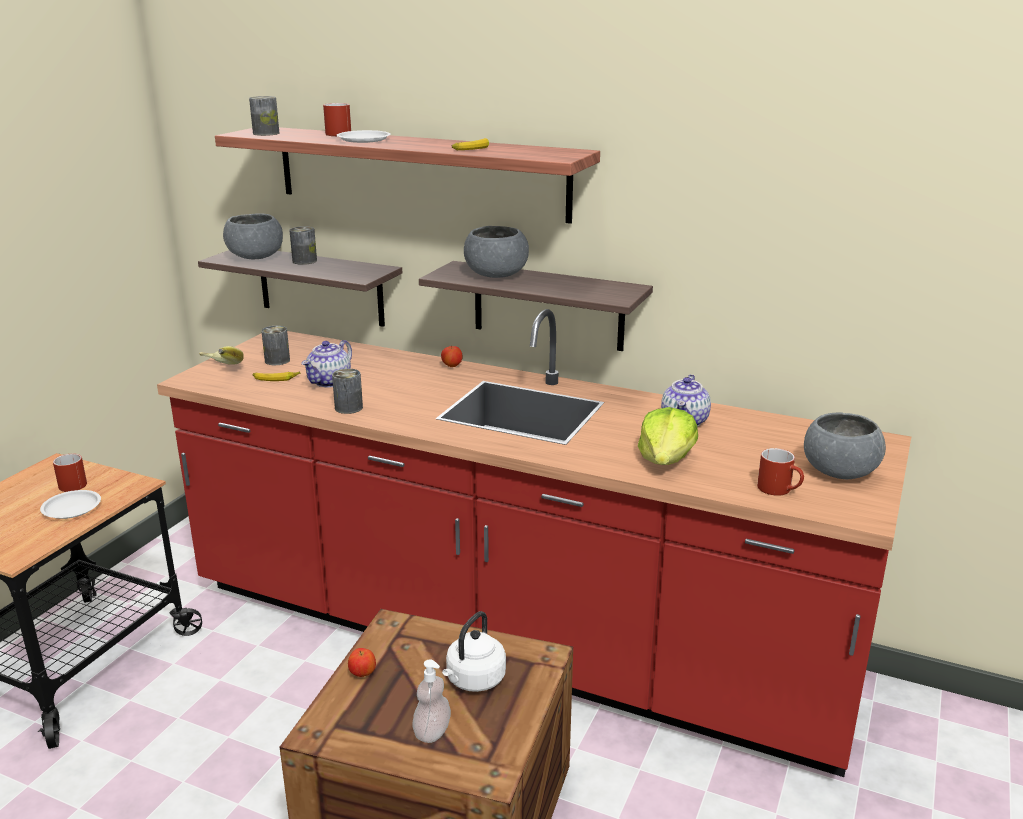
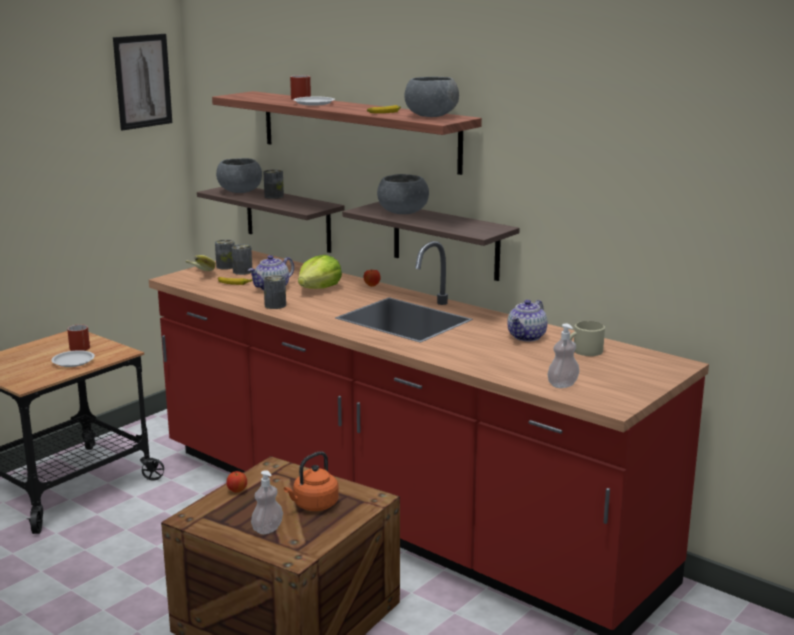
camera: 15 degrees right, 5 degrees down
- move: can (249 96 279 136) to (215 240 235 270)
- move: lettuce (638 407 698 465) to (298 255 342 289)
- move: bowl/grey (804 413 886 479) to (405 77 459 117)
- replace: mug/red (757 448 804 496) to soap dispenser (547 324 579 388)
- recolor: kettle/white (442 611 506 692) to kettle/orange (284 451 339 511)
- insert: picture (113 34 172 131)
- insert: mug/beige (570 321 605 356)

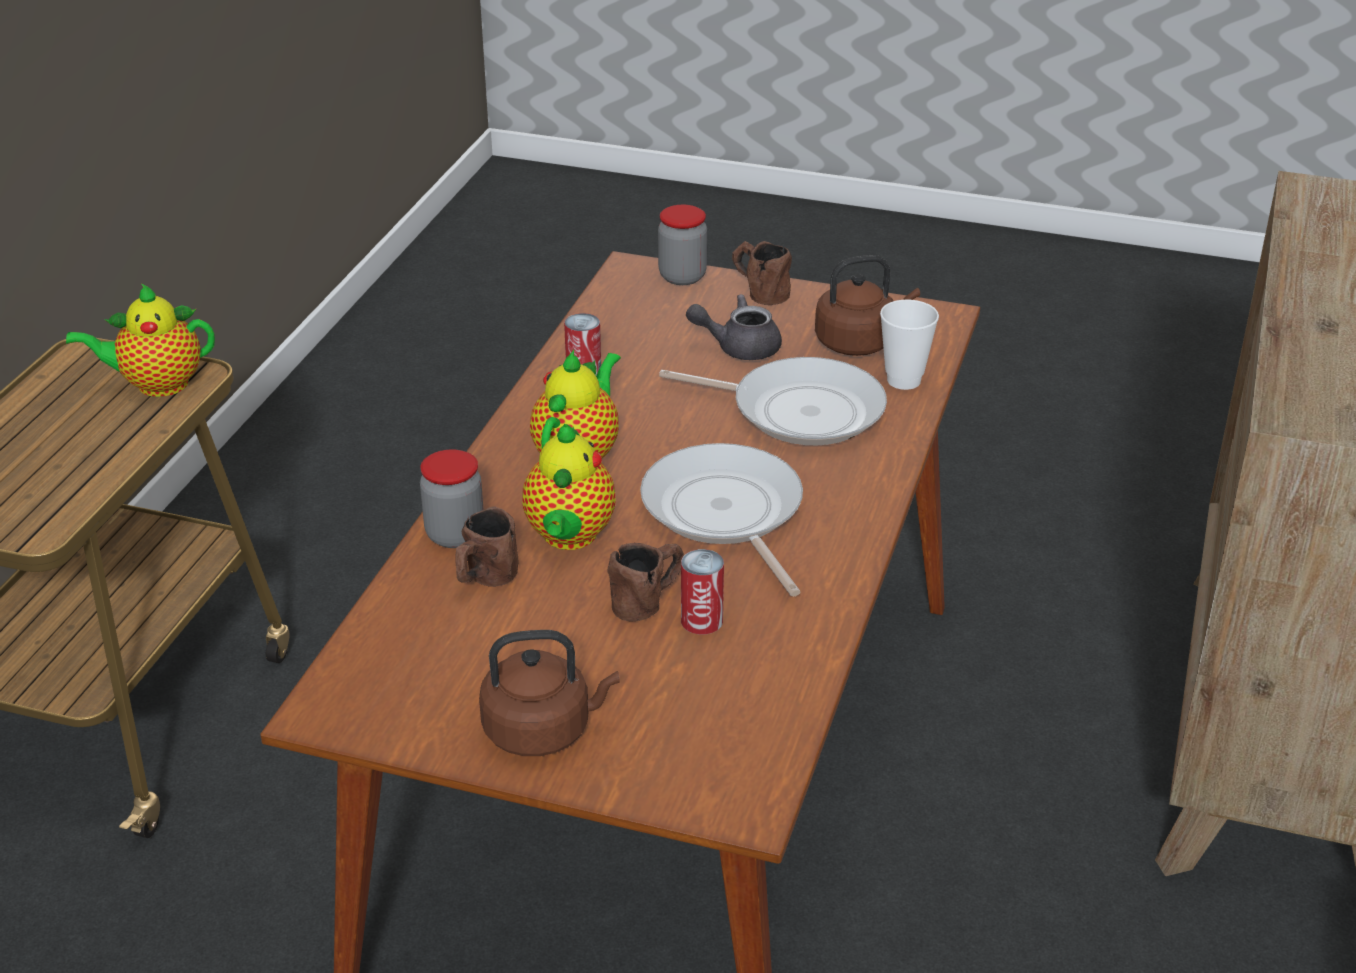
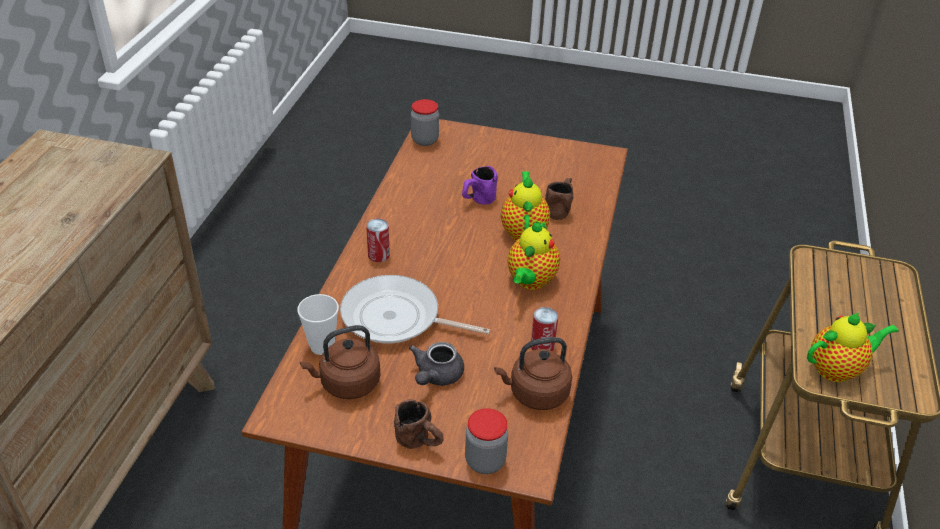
camera: 175 degrees right, 5 degrees up
- rotate: teapot/grey (686 294 782 360) = (409 342 464 386) 120 degrees clockwise
- delete: frying pan (640 443 803 596)
- move: jar (420 449 484 548) to (411 99 439 146)
- recolor: mug/brown (607 543 684 622) to mug/purple (462 166 498 205)
- move: can (681 549 724 635) to (366 219 390 262)
- move: kettle/brown (479 630 620 756) to (494 337 572 410)

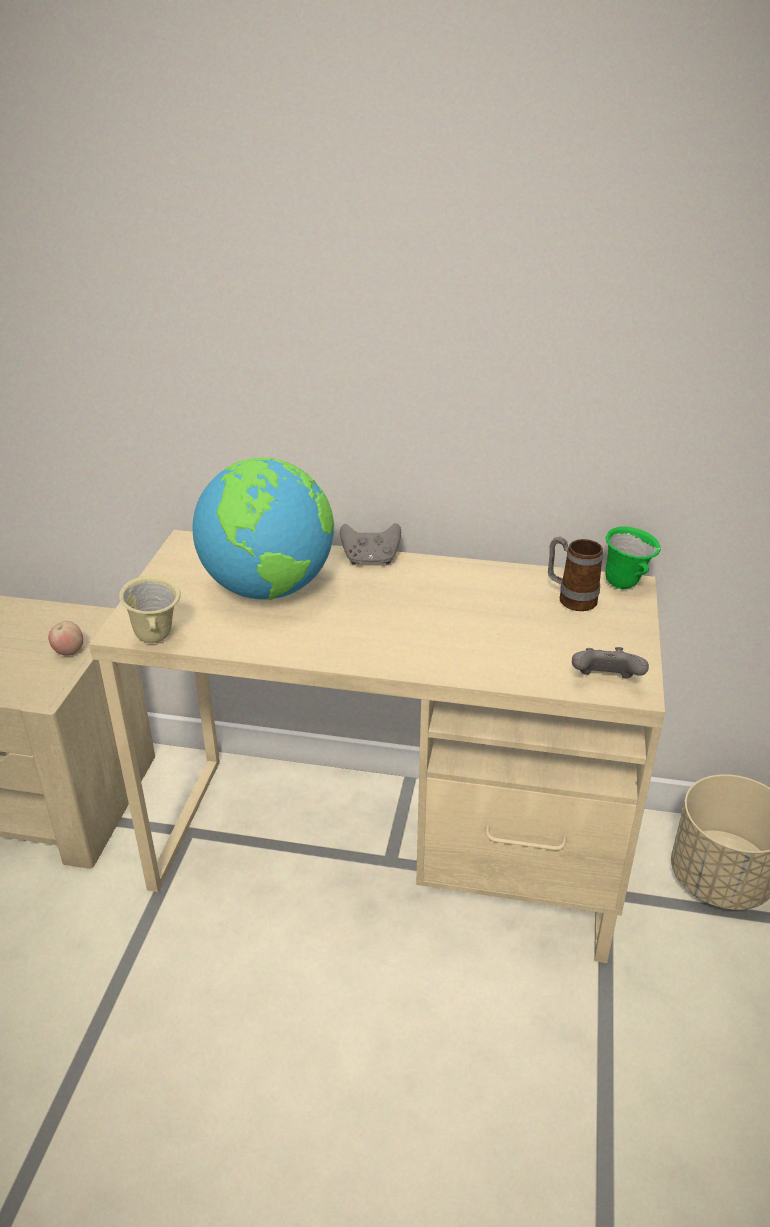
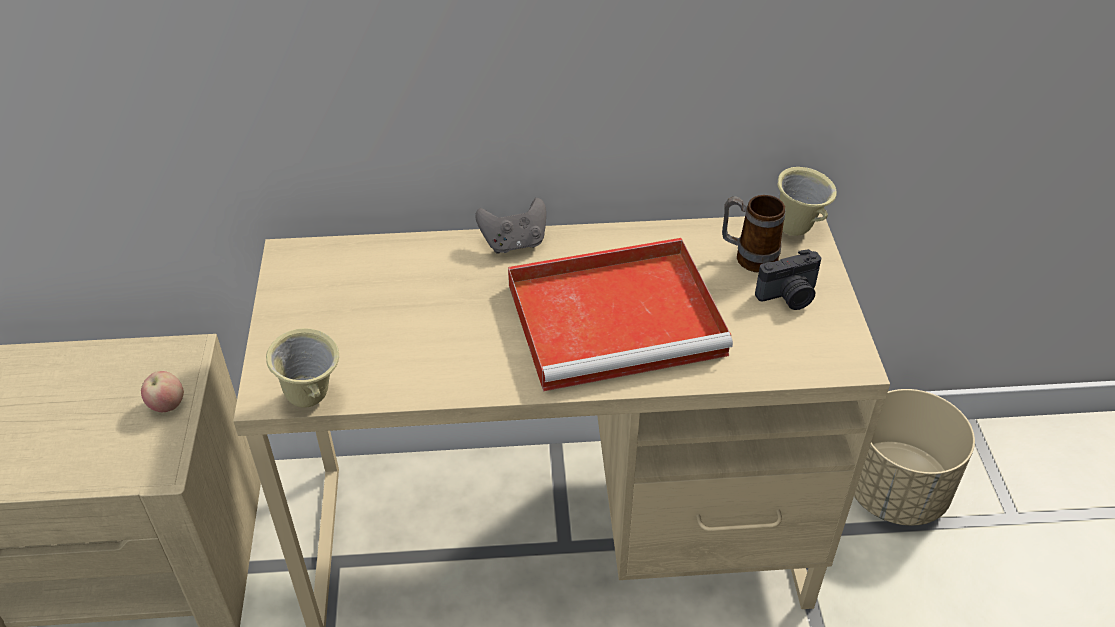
camera: 15 degrees left, 10 degrees up
- delete: globe (192 457 334 600)
- recolor: mug/green (605 527 661 589) to mug/beige (777 167 837 236)
- delete: game controller/grey (572 647 649 679)
- insert: tray/red (508 238 733 391)
- insert: photo camera (755 249 821 310)

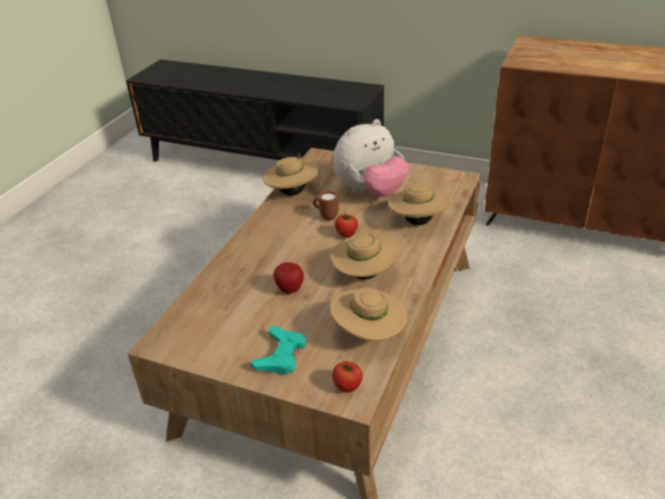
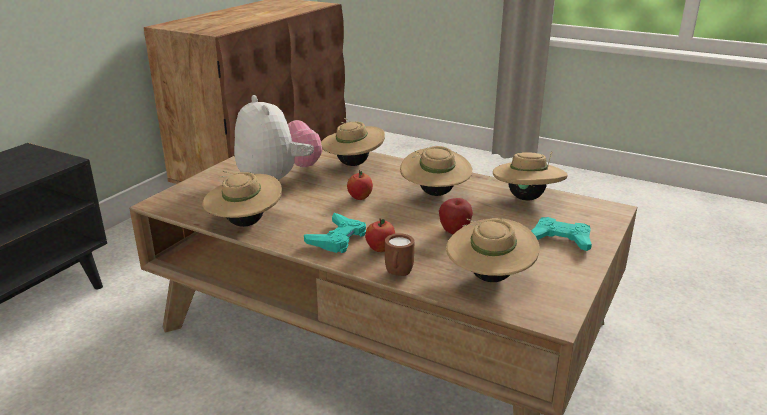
camera: 85 degrees left, 10 degrees down
- move: mug/brown (313 191 339 220) to (385 233 414 276)
- move: apple (332 361 363 393) to (365 218 395 252)
- insert: game controller/turquoise (304 213 366 253)
- insert: hat/beige (446 218 540 282)

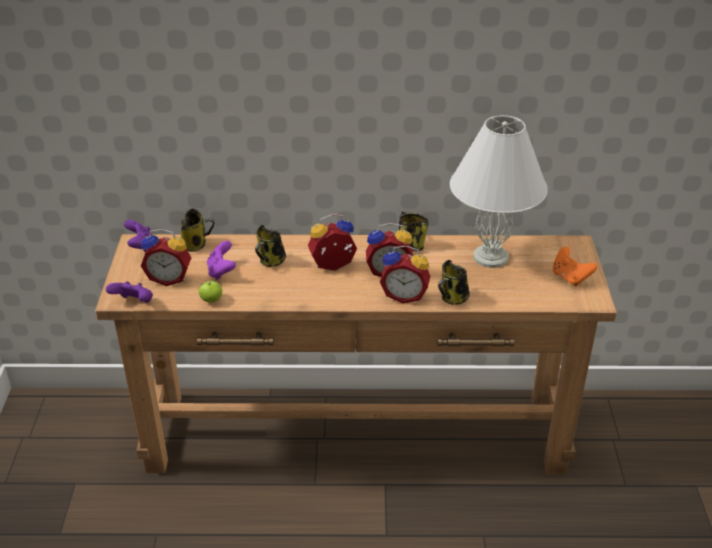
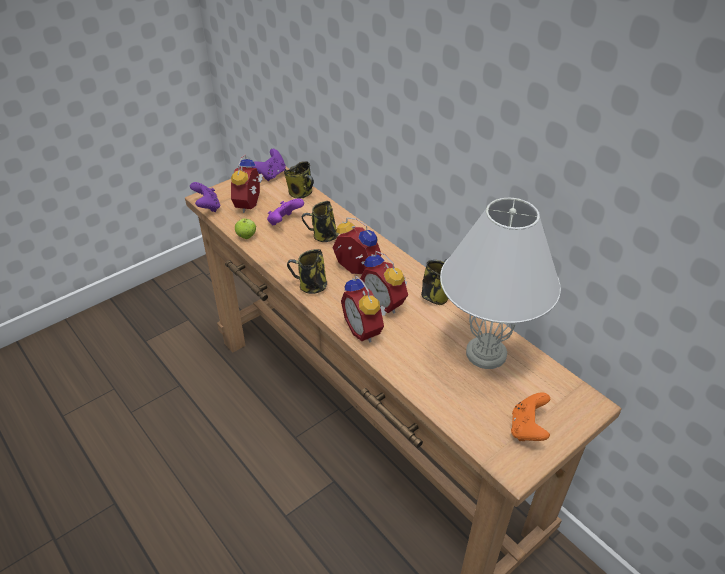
camera: 50 degrees right, 5 degrees up
- rotate: alarm clock (141 229 192 286) = (231 155 263 213) 45 degrees clockwise
- move: mug (438 260 470 305) to (287 249 327 294)

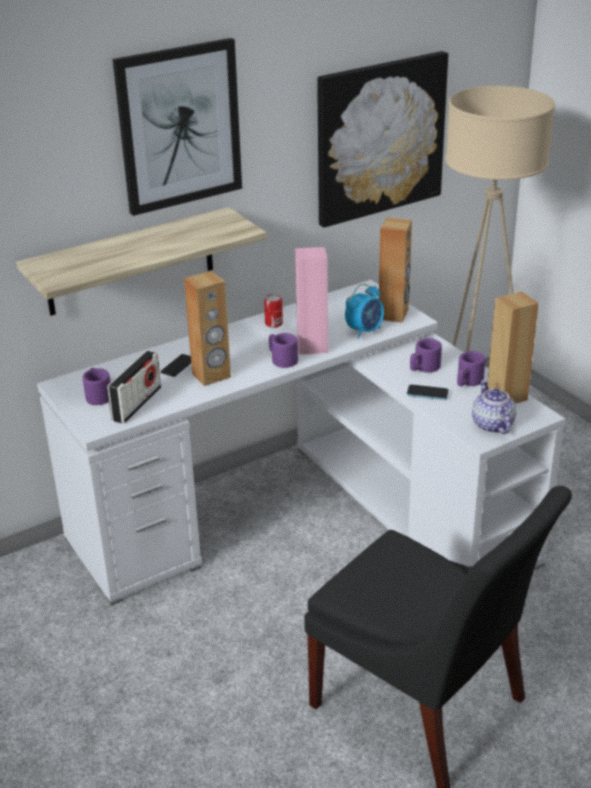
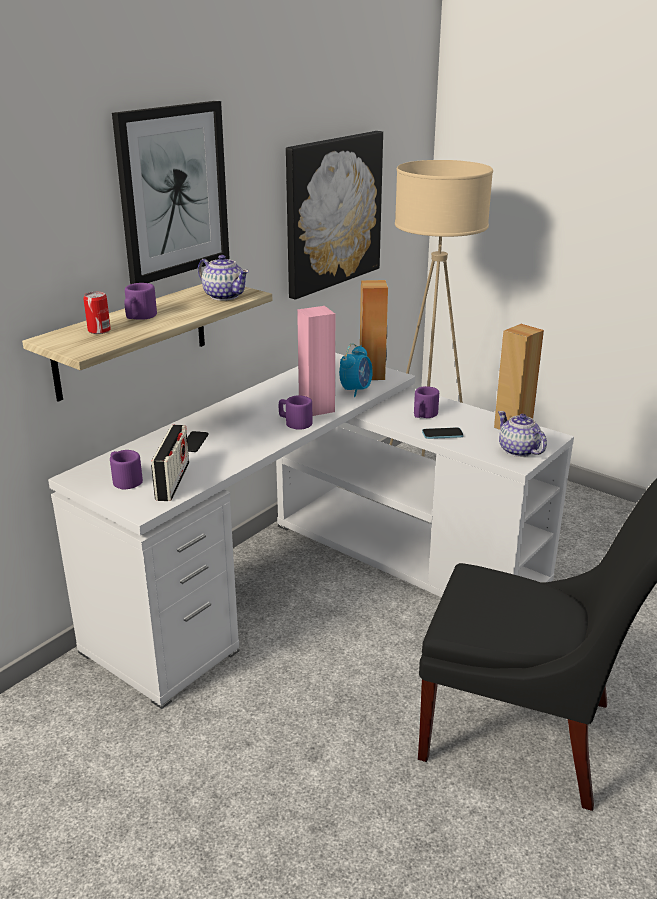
camera: 20 degrees left, 5 degrees down
- delete: speaker/brown (184 271 231 386)
- move: can (264 294 283 328) to (83 292 111 334)
- move: mug/purple (457 351 485 386) to (124 283 157 320)
- insert: teapot (198 255 249 301)

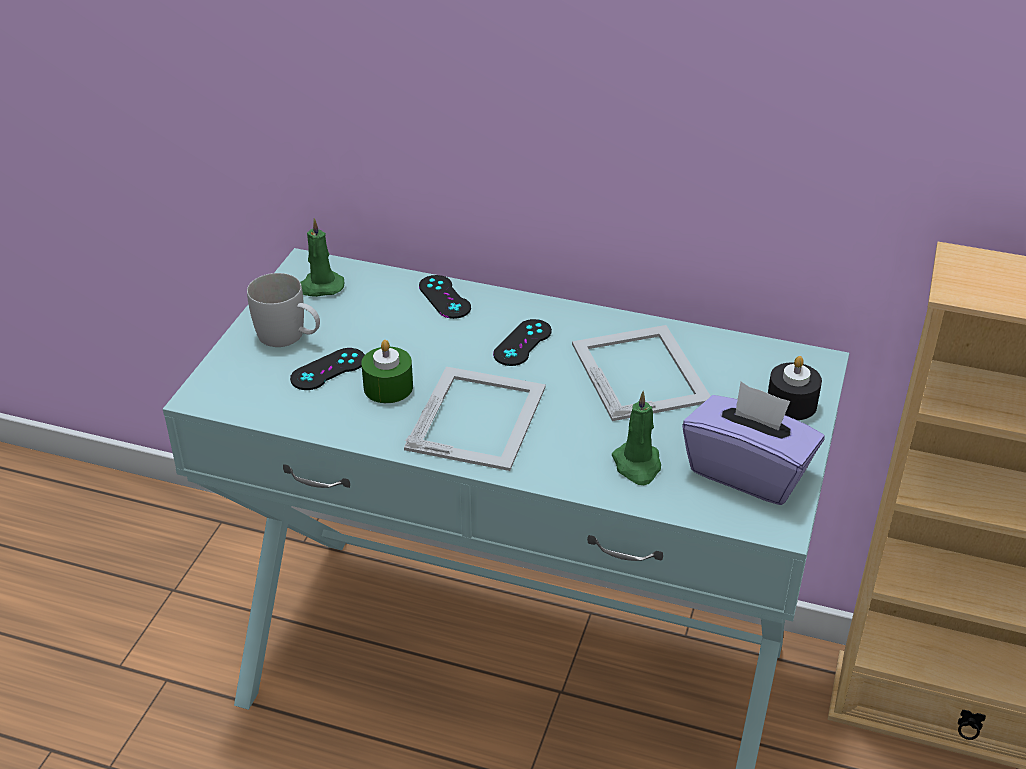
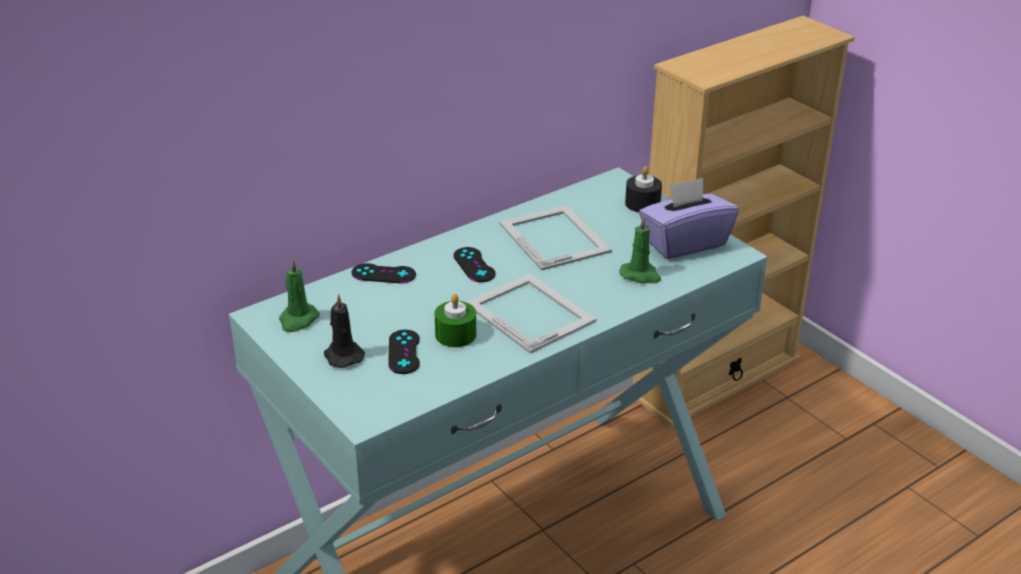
camera: 55 degrees left, 5 degrees down
- replace: mug/white (247 273 320 347) to candle/black (324 294 365 368)
- rotate: picture frame (572 325 711 421) = (499 205 612 271) 45 degrees clockwise

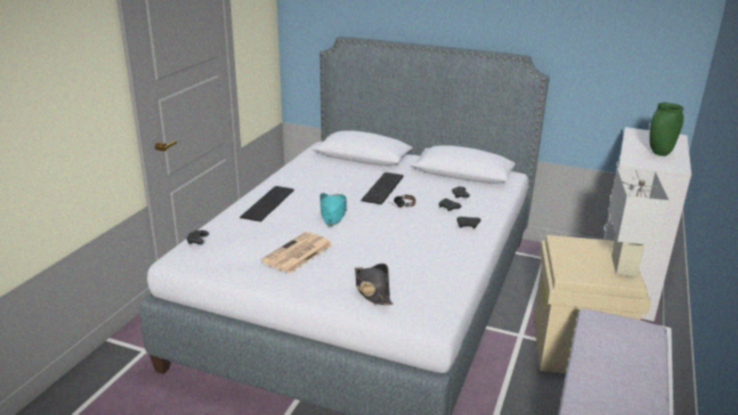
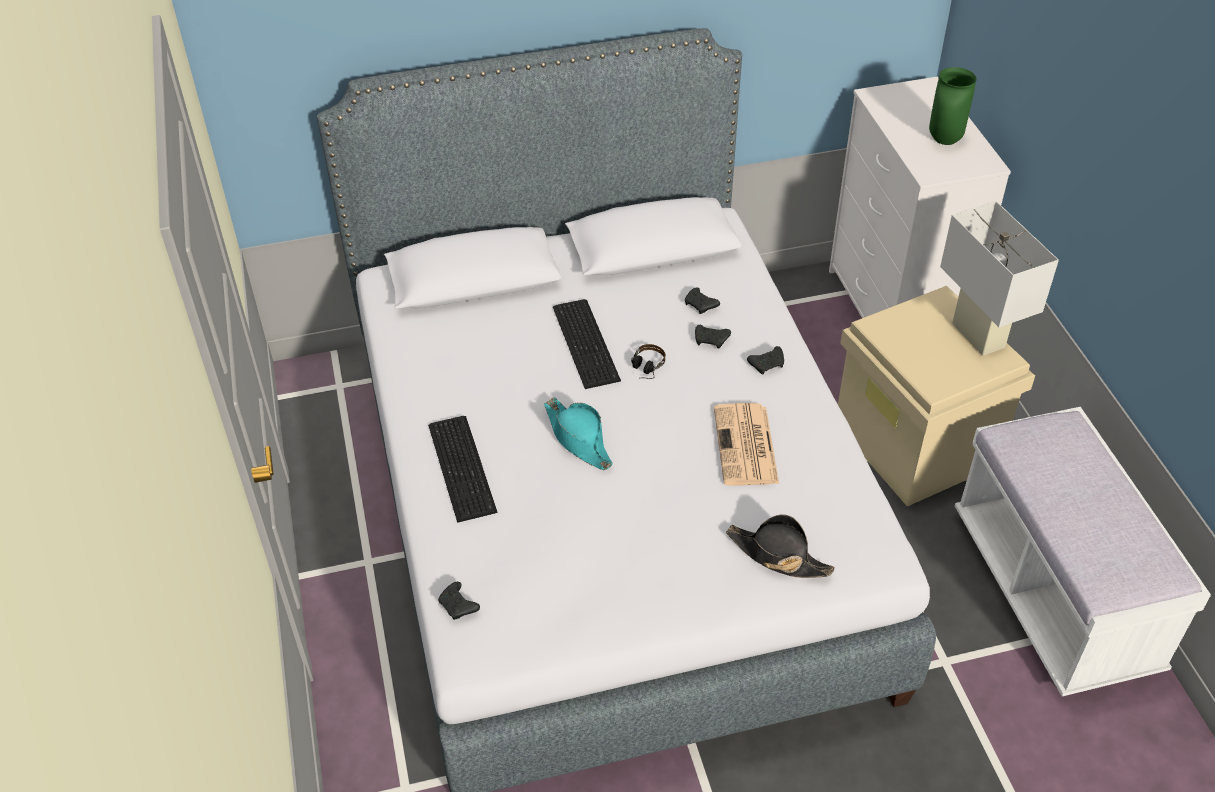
camera: 35 degrees left, 20 degrees up
- move: newspaper (261 232 333 273) to (714 403 779 486)

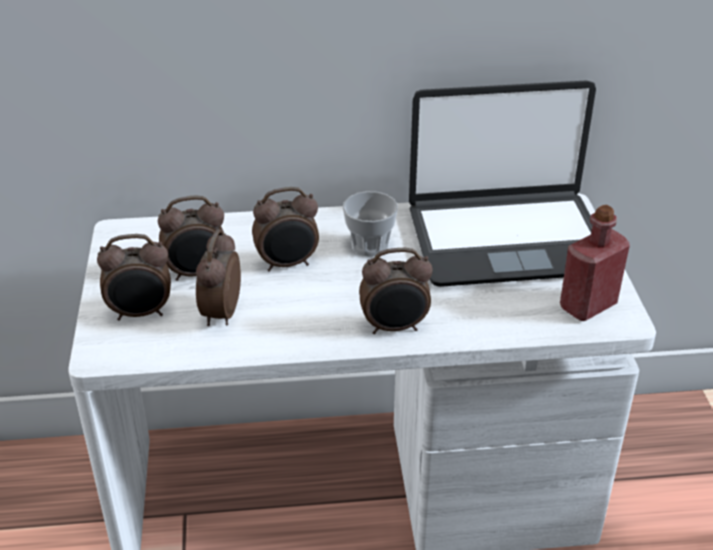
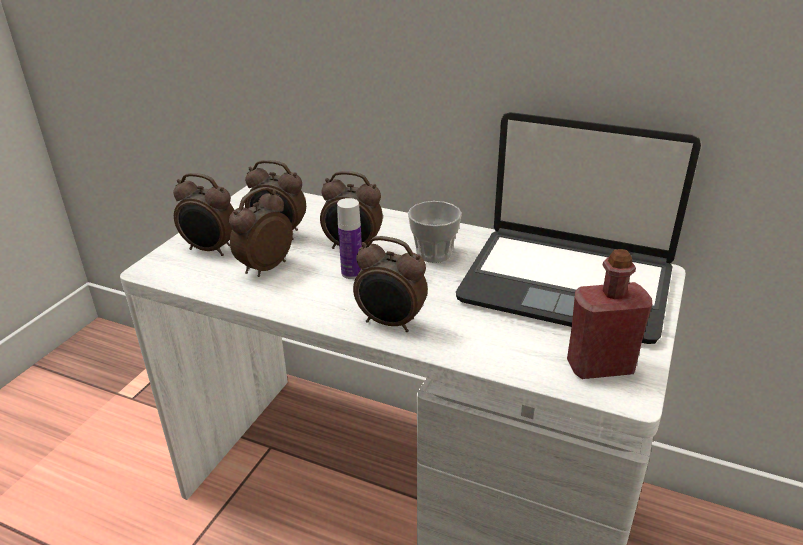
camera: 30 degrees right, 5 degrees down
- insert: bottle (337 198 362 279)

